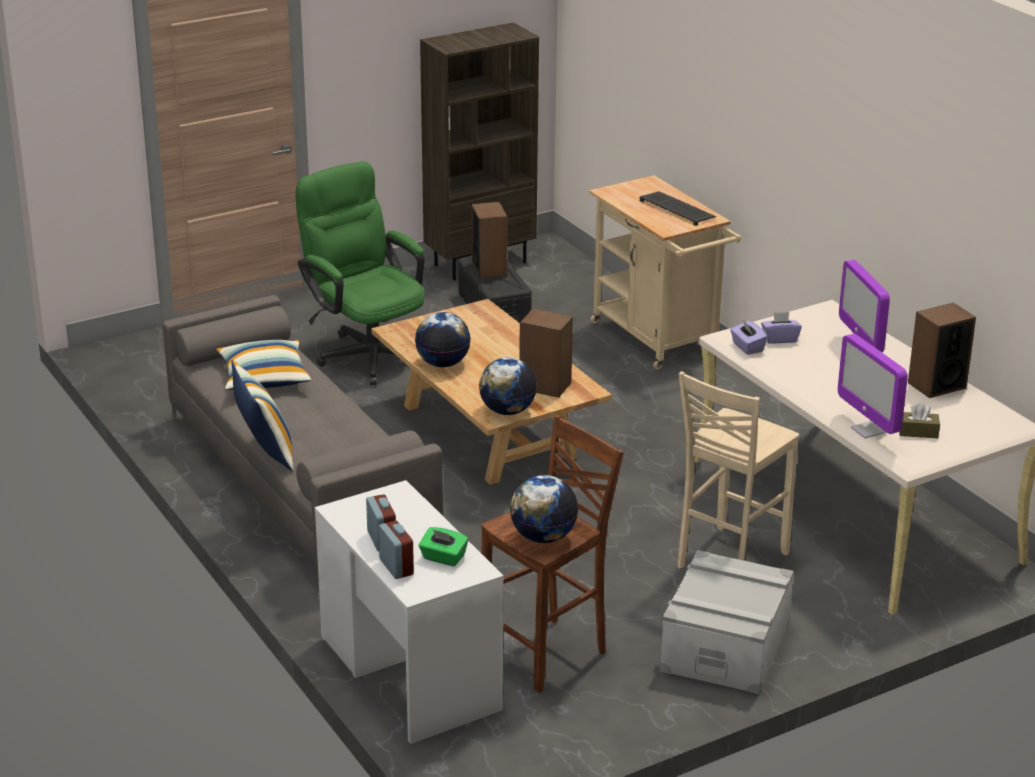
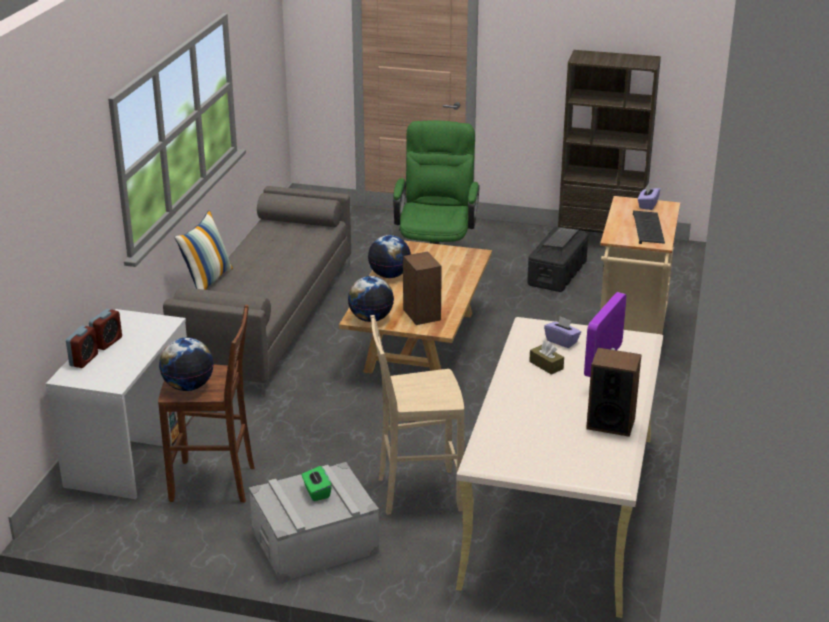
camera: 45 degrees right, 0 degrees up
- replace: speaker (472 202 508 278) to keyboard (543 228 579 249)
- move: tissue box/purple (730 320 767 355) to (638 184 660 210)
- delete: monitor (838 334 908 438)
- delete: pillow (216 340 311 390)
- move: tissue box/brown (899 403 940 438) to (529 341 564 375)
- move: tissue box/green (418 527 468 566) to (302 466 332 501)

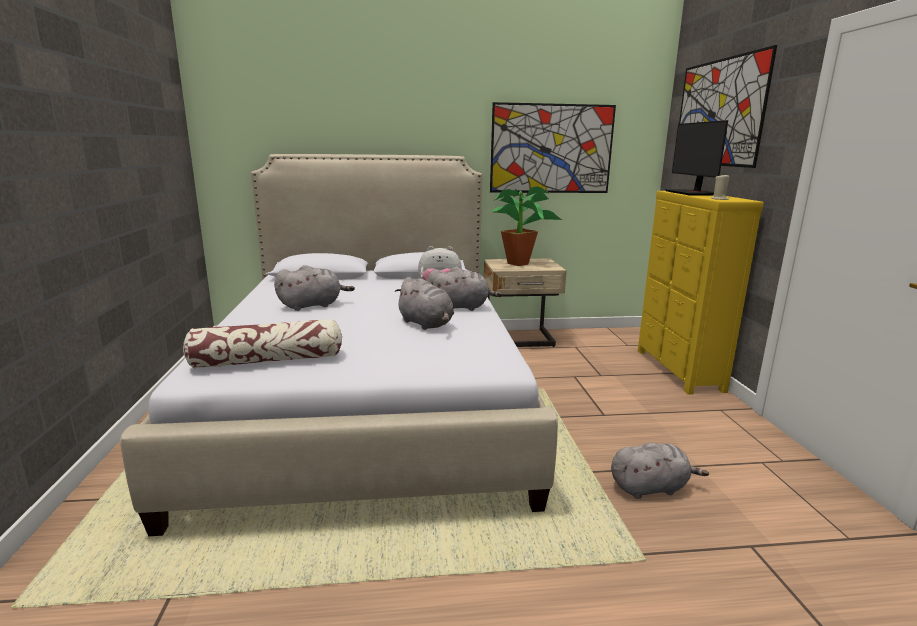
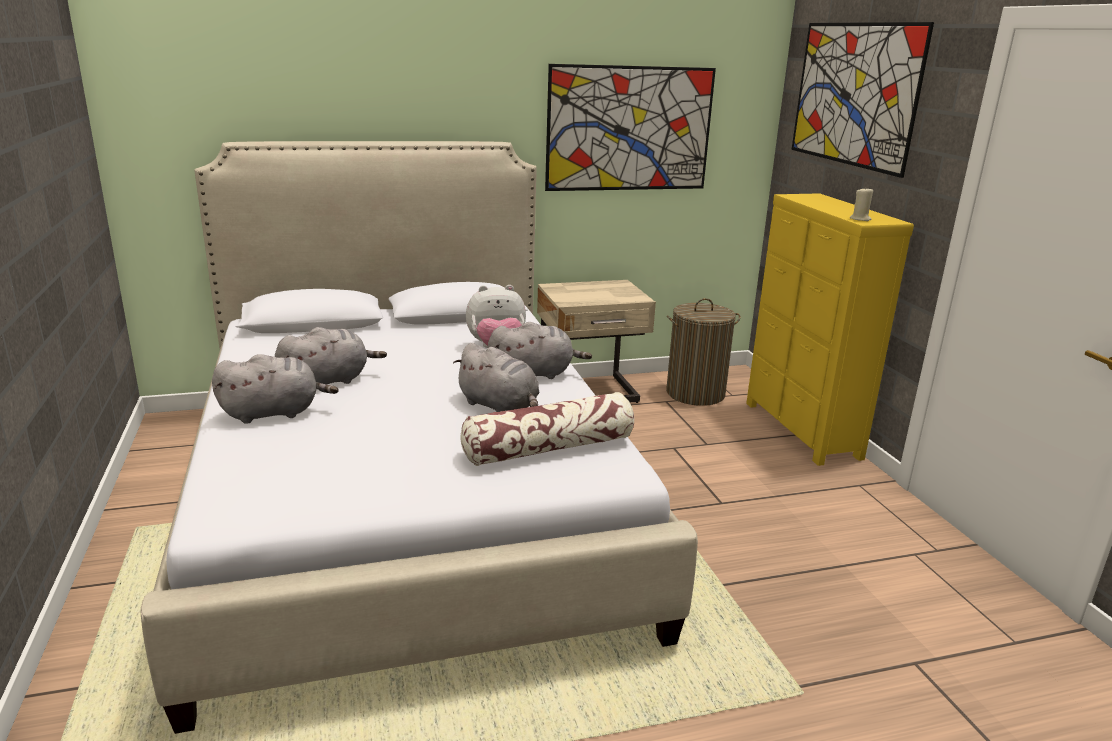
camera: 10 degrees left, 5 degrees up
- delete: monitor (665 120 728 196)
- delete: potted plant (492 187 562 266)
- move: pillow (183 319 342 369) to (460 392 634 466)
- move: plush toy/grey (611 443 709 499) to (212 354 339 424)
- insert: laundry basket (666 298 741 406)

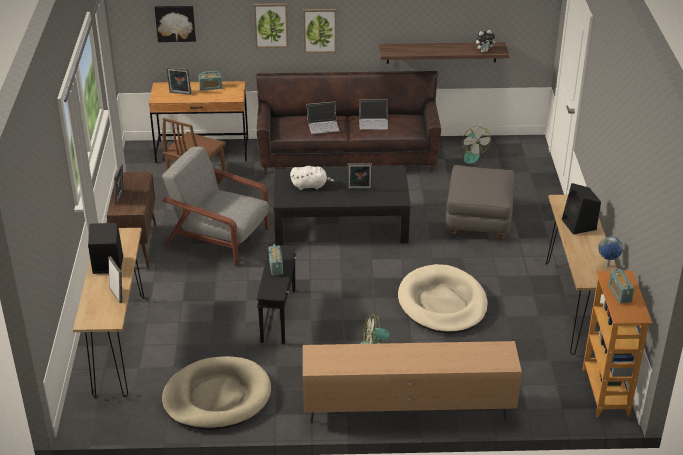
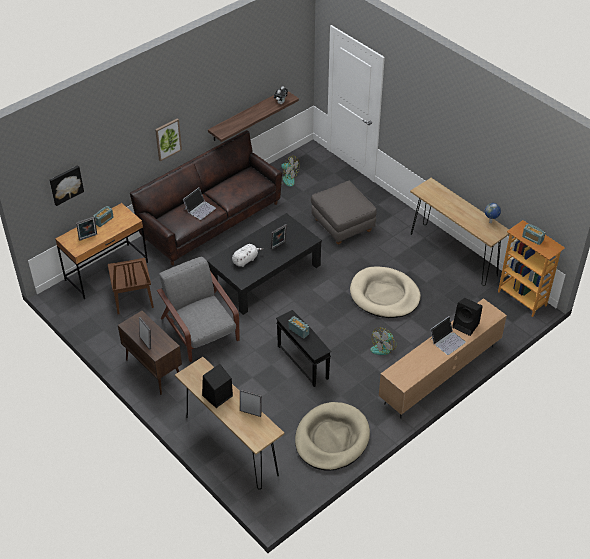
camera: 40 degrees left, 10 degrees up
- delete: picture (254 3 288 48)
- move: laptop (359 99 388 130) to (429 316 466 355)
- rotate: armchair/grey (162 147 269 266) = (157 256 240 362) 75 degrees clockwise
- move: speaker/black (562 183 601 234) to (452 298 483 336)

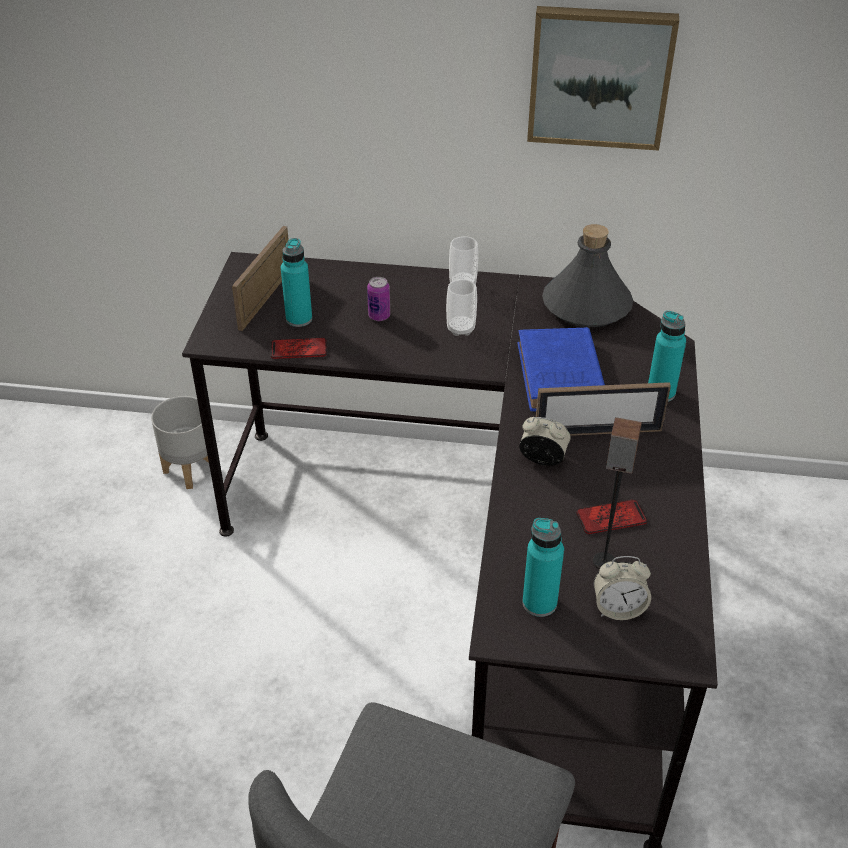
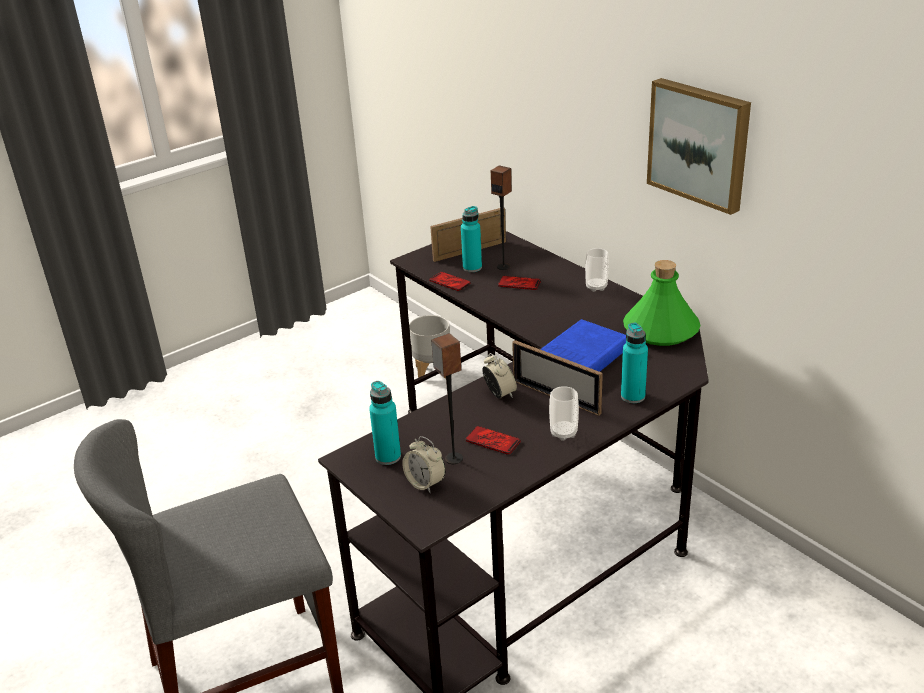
camera: 45 degrees right, 10 degrees down
- recolor: bottle/grey (542 224 633 327) to bottle/green (623 260 701 346)
- replace: can (367 277 390 321) to phone (498 276 541 290)
- move: cup (446 279 477 336) to (549 386 579 441)
- insert: speaker (491 165 512 270)

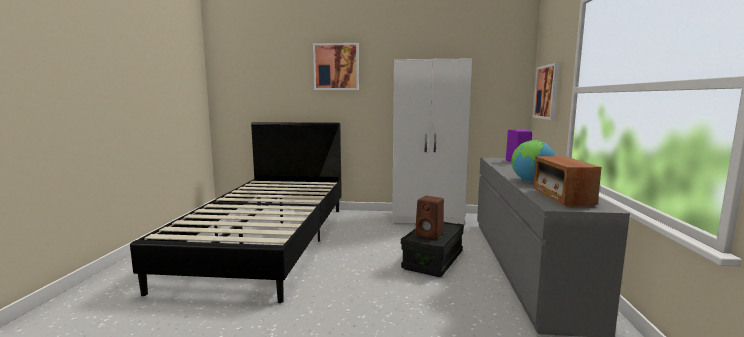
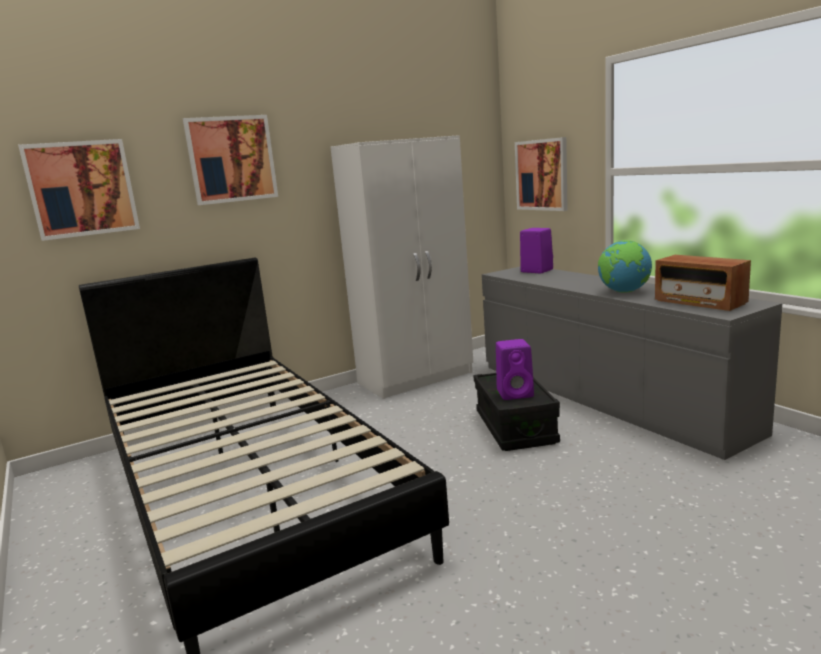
camera: 35 degrees left, 5 degrees up
- recolor: speaker/brown (415 196 444 239) to speaker/purple (496 339 534 400)
- insert: picture (18 139 140 241)

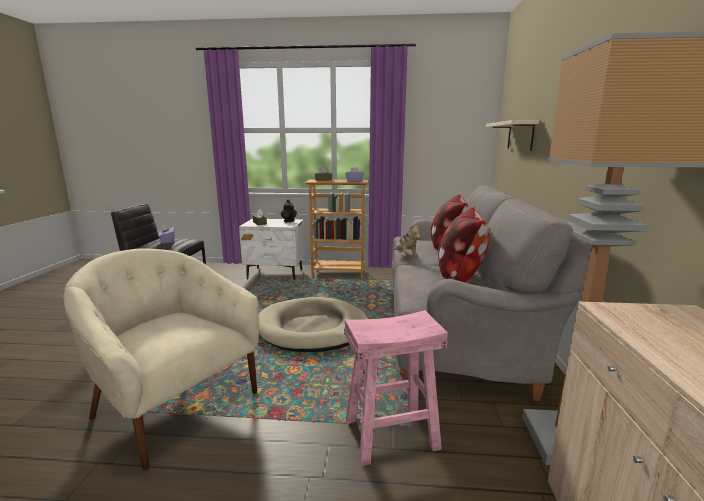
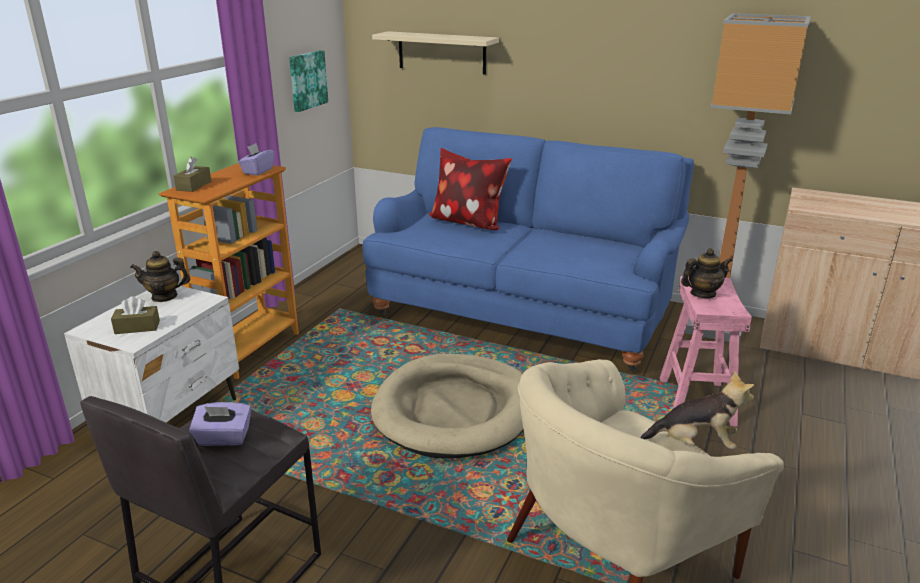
camera: 70 degrees left, 10 degrees up
- recolor: sofa/grey (392 186 592 401) to sofa/blue (363 127 694 372)
- delete: pillow (438 207 490 283)
- move: plush toy (393 224 421 256) to (640 371 754 449)
- insert: picture (289 50 328 112)
- insert: teapot (681 248 732 298)

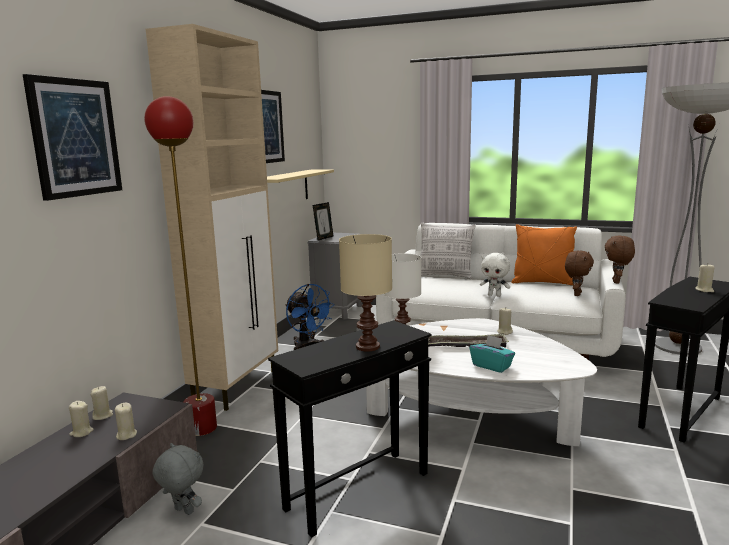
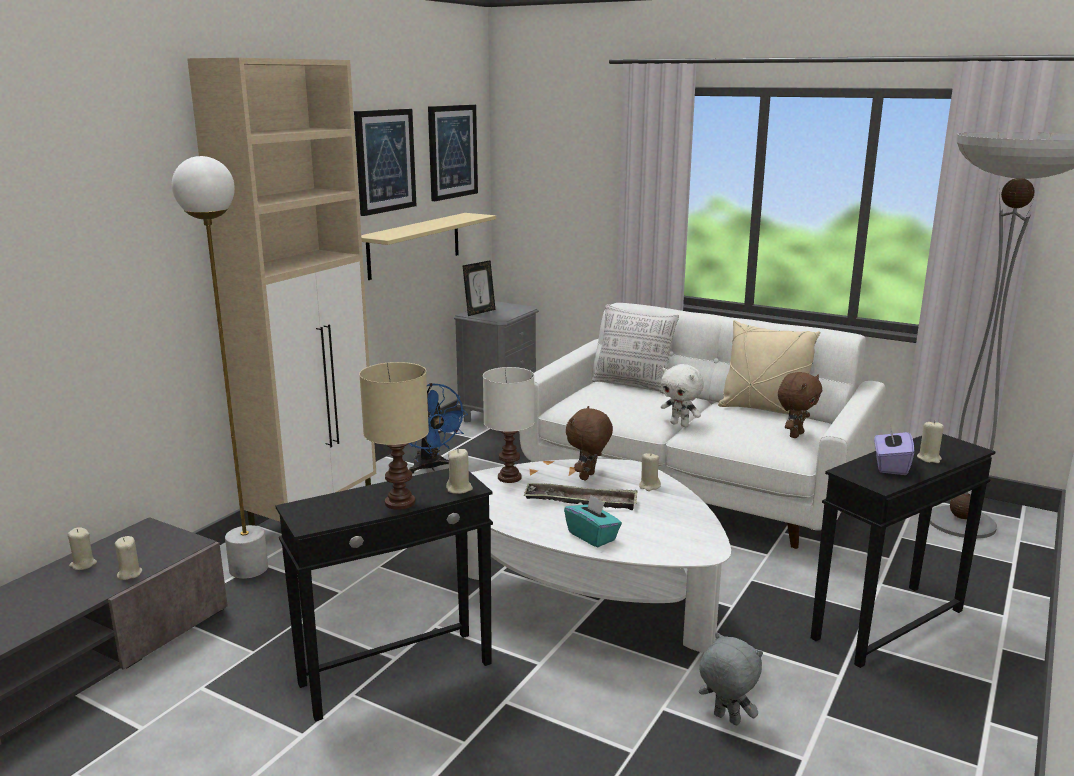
camera: 10 degrees right, 5 degrees up
- move: picture (22 74 122 201) to (428 105 478 201)
- recolor: floor lamp/red (144 96 217 436) to floor lamp/white (172 156 268 579)
- recolor: pillow/orange (511 224 577 285) to pillow/beige (718 320 820 418)
- move: plush toy/brown (605 236 635 284) to (566 406 613 480)
- move: candle/beige (90 386 113 420) to (446 449 473 494)
- move: plush toy/grey (153 443 204 515) to (699 632 763 726)
- insert: tissue box/purple (874 424 914 475)

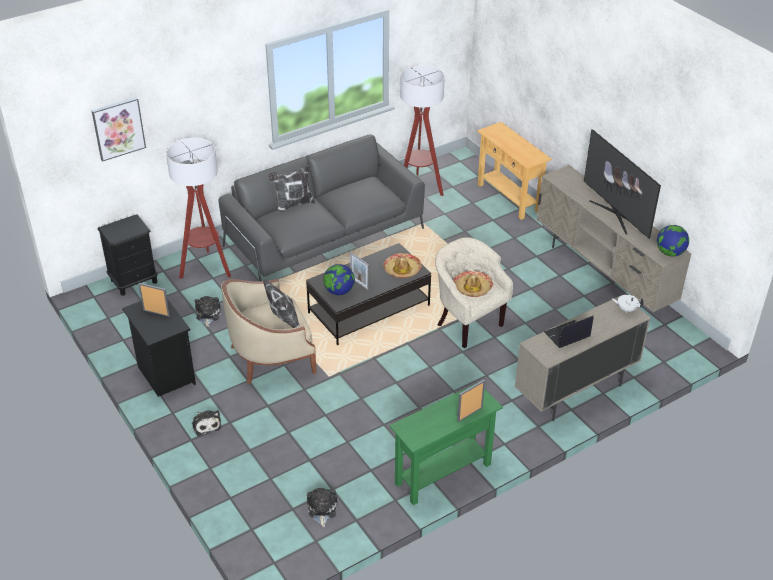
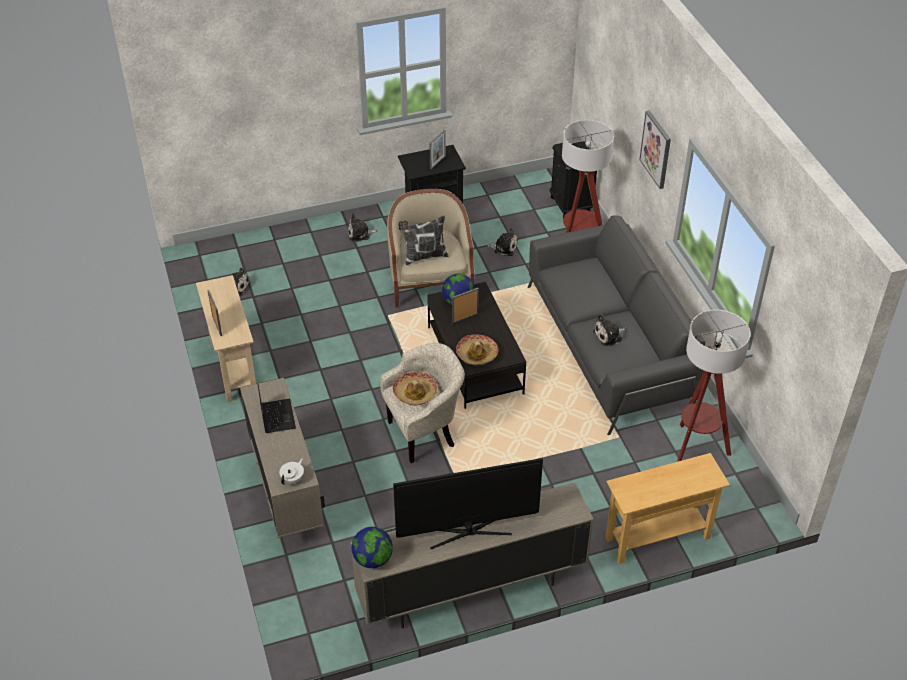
camera: 105 degrees right, 5 degrees up
- move: picture (91 97 146 162) to (640 110 671 189)
- delete: pillow (268 165 315 213)
- recolor: console table/green (389 382 503 505) to console table/beige (196 275 256 402)
- insert: plush toy (593 314 626 347)

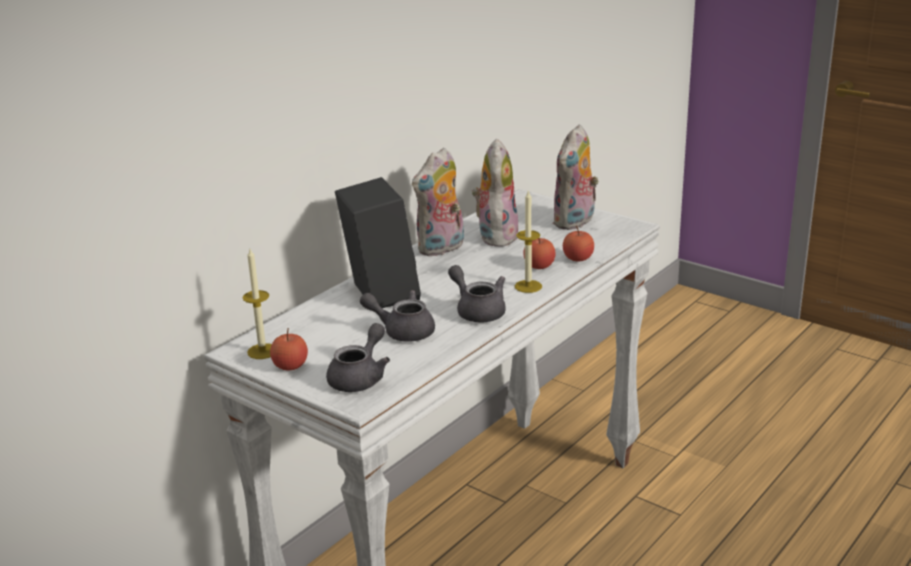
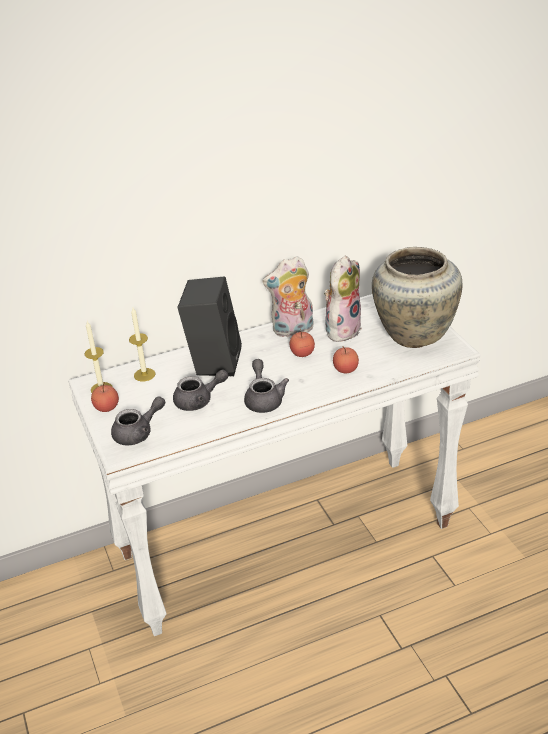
camera: 30 degrees right, 10 degrees up
- replace: plush toy (552 124 599 230) to vase/beige (372 247 463 348)
- move: candle (515 191 542 293) to (129 308 155 381)
- move: apple (563 226 594 262) to (290 329 315 357)
- rotate: teapot/grey (360 290 435 342) = (173 370 228 411) 120 degrees clockwise

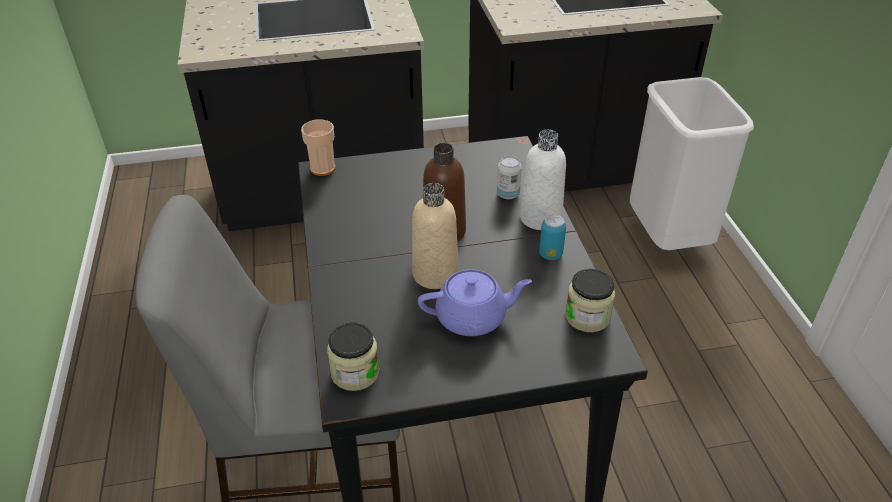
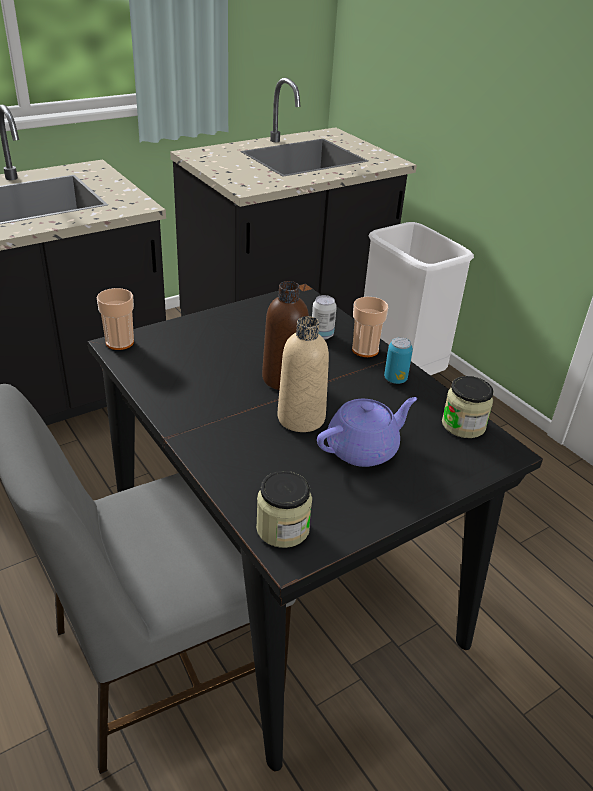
camera: 25 degrees left, 5 degrees down
- replace: bottle/white (520 130 566 230) to cup (352 297 388 357)

